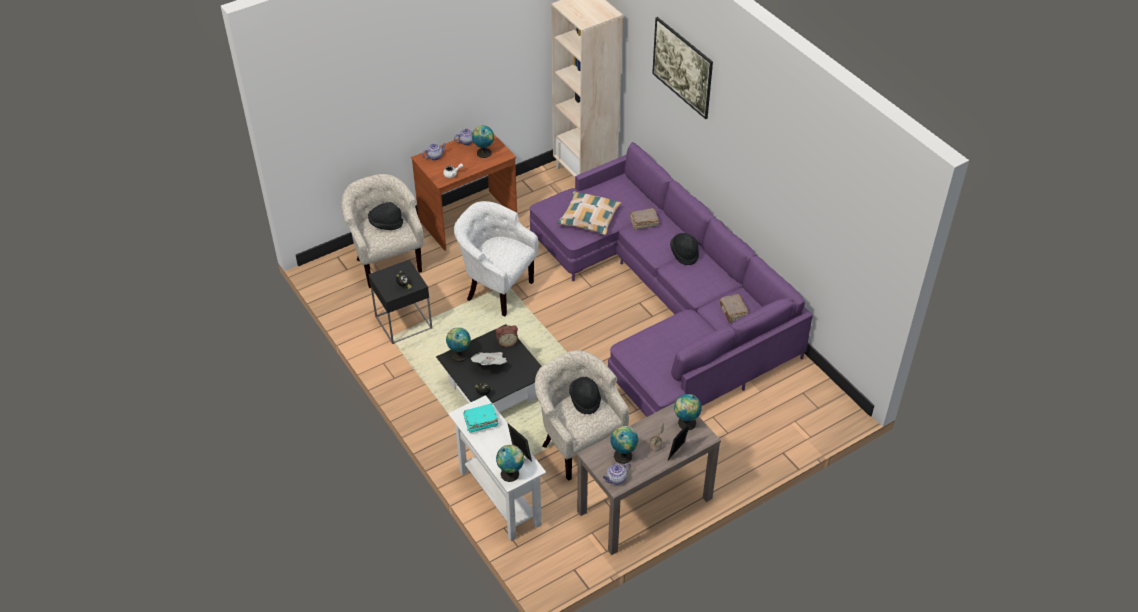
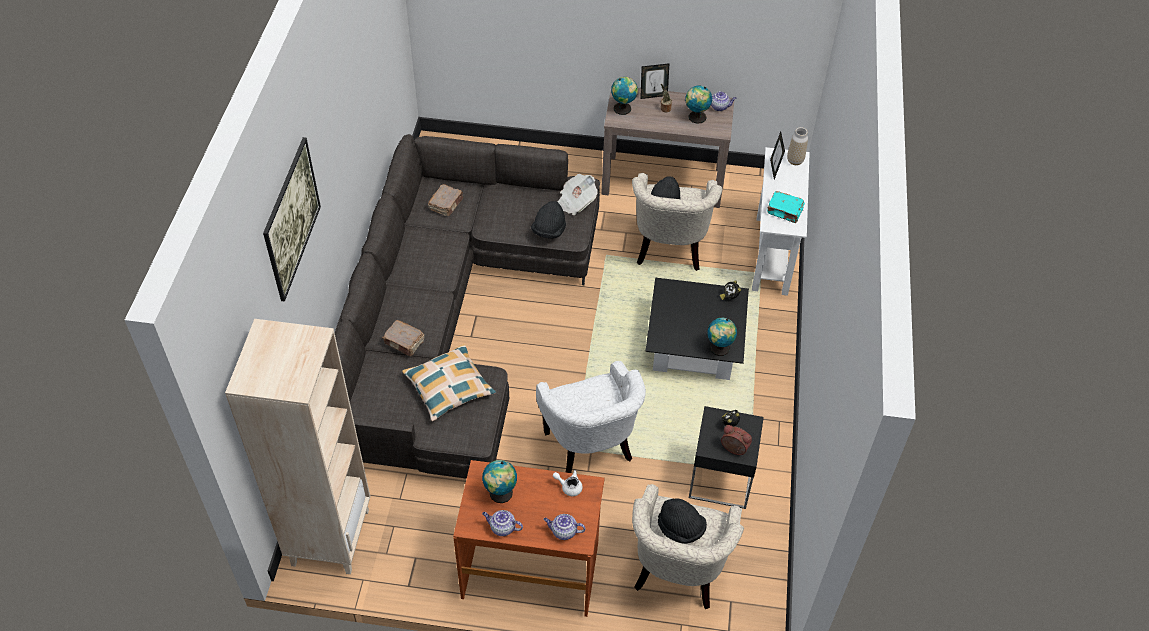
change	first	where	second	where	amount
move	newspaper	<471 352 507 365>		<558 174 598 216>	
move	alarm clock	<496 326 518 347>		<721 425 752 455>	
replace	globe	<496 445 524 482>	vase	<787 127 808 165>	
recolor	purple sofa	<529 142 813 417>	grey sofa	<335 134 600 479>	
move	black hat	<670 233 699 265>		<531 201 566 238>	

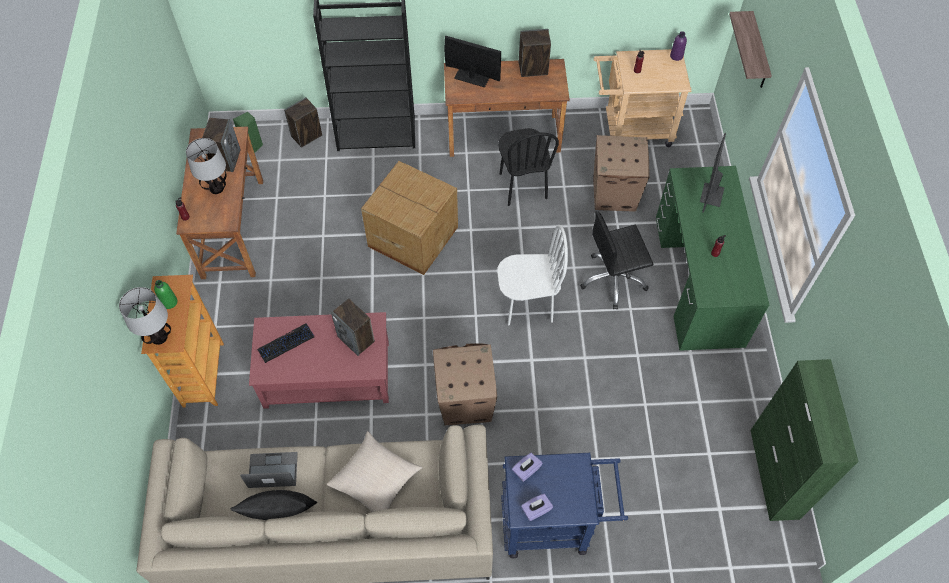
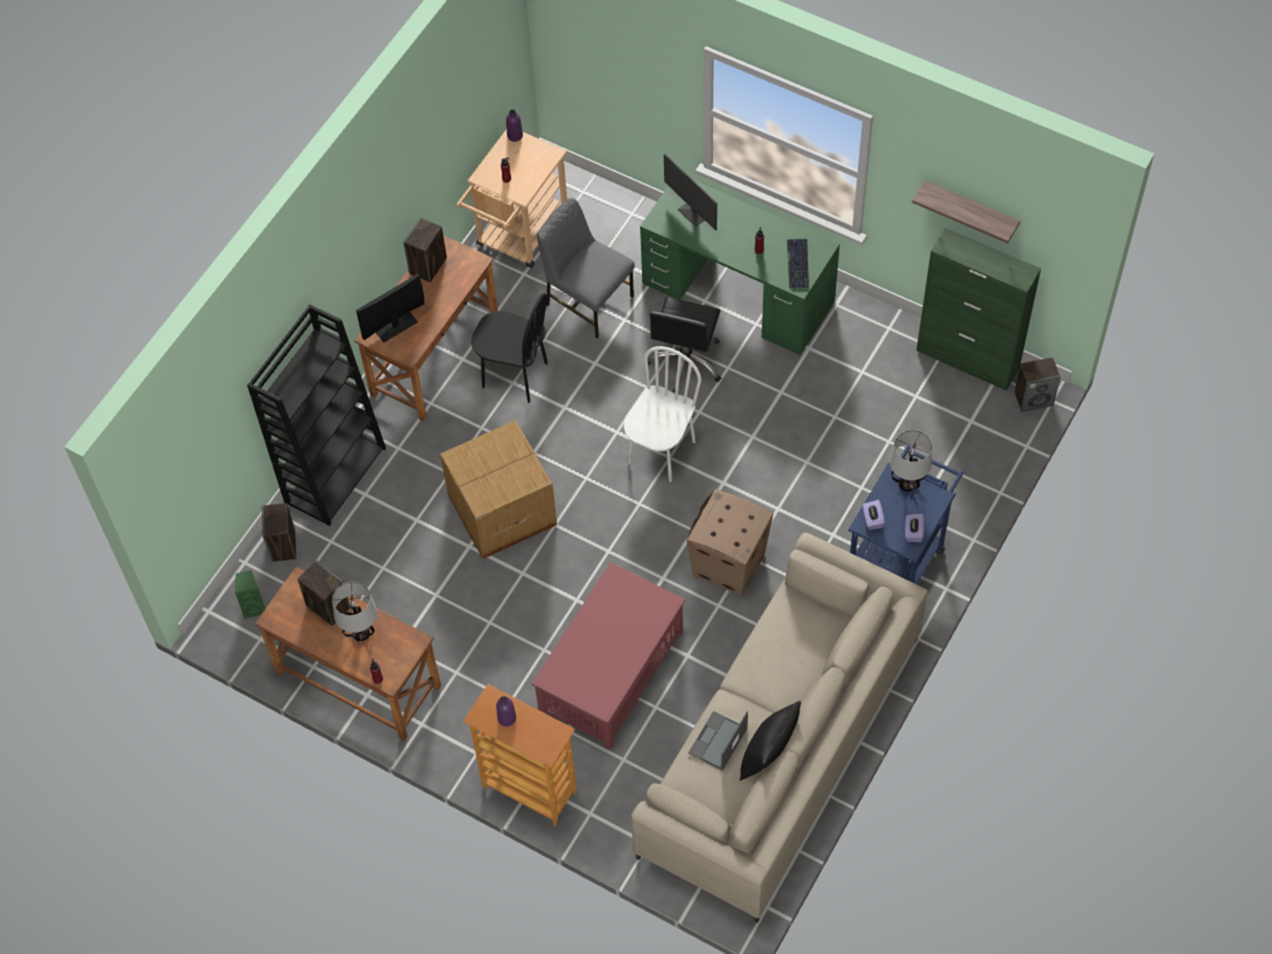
change	first	where	second	where	amount
move	table lamp	<119 287 171 345>		<890 430 932 491>	
recolor	green bottle	<154 280 177 309>	purple bottle	<496 696 516 726>	
move	keyboard	<257 323 314 363>		<787 239 809 288>	
delete	beige pillow	<326 431 423 512>			
move	speaker	<331 299 375 356>		<1015 357 1061 412>	
replace	cardboard box	<593 135 650 212>	grey chair	<537 198 635 339>	
move	shelf	<729 11 772 88>		<912 180 1020 243>	

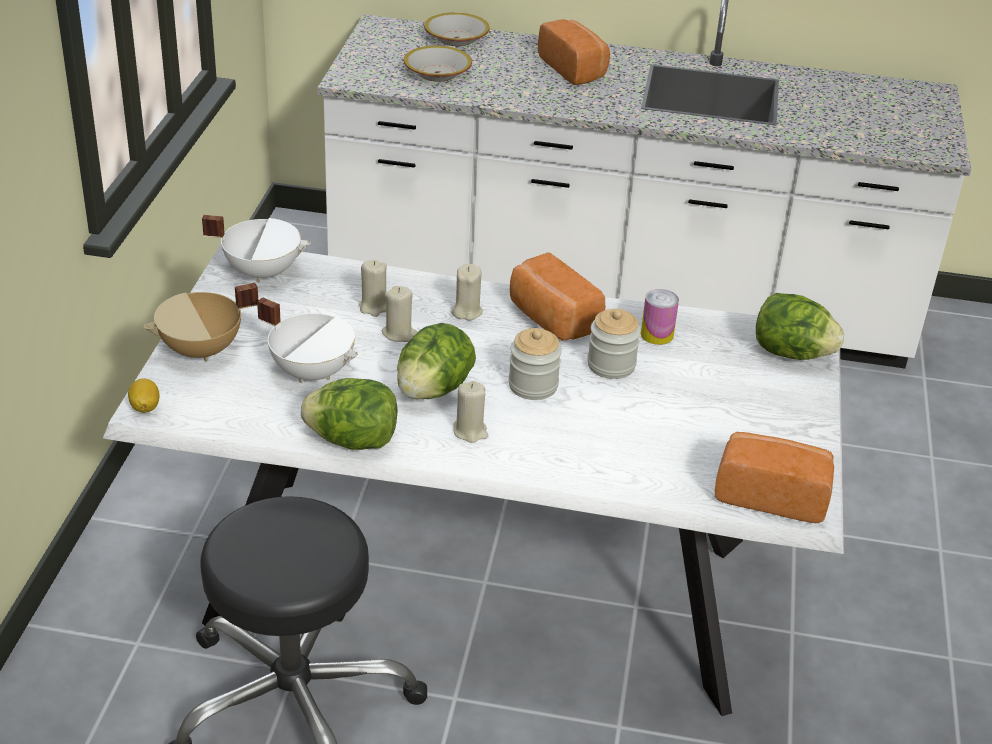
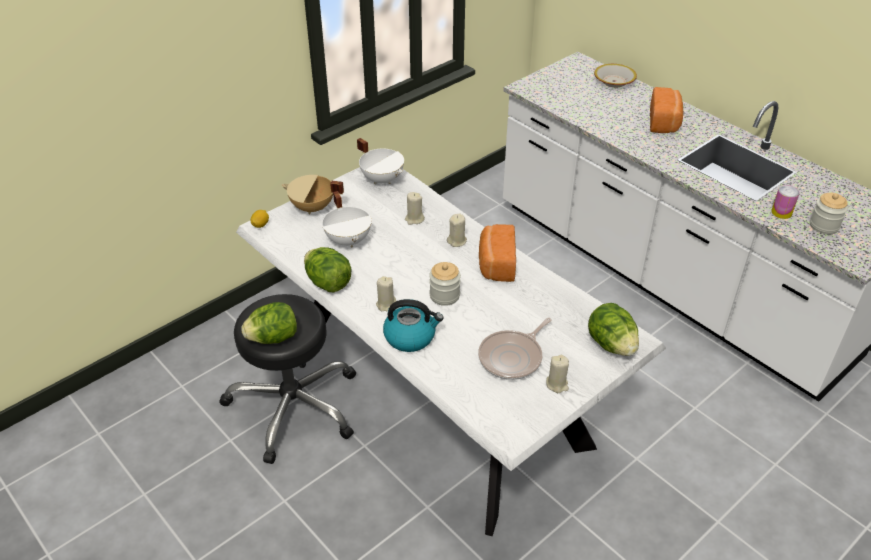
change	first	where	second	where	amount
move	beige candle	<382 286 417 342>		<546 355 569 393>	
move	lettuce	<397 323 476 399>		<241 302 297 344>	
delete	bowl	<404 46 472 82>			
move	jar	<587 309 641 379>		<810 193 848 235>	
move	can	<641 289 679 345>		<771 185 799 219>	
delete	bread	<715 432 834 523>			
insert			kettle	<383 299 443 352>	
insert			frying pan	<478 317 552 380>	

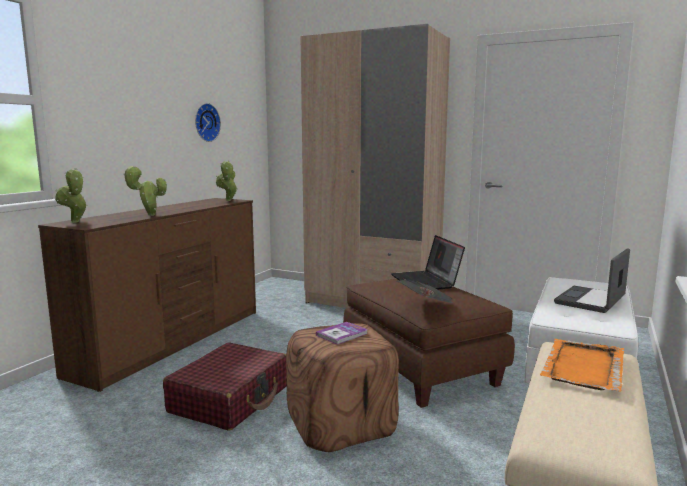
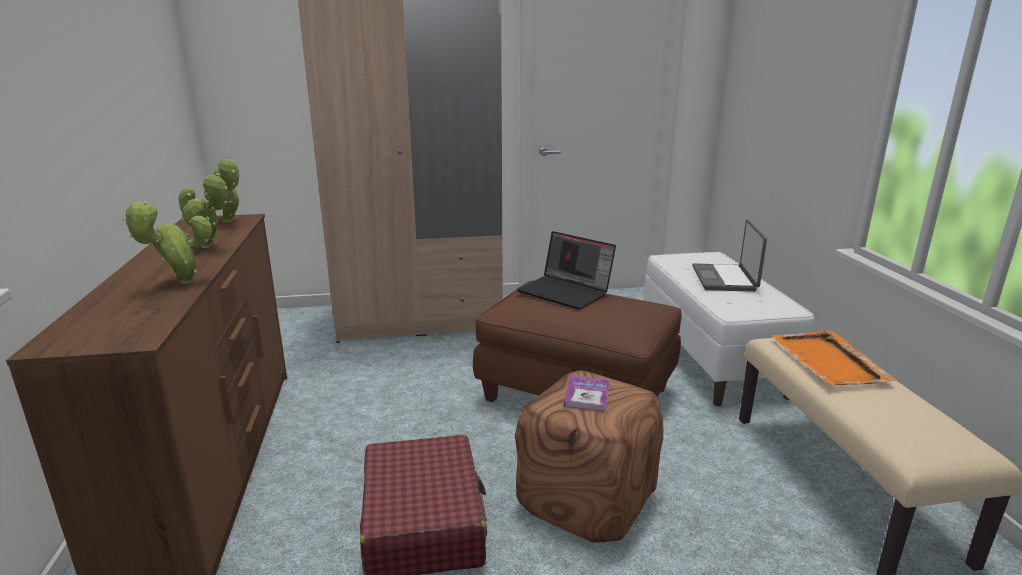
change	first	where	second	where	amount
move	potted plant	<55 168 88 223>		<179 173 228 248>	
delete	wall clock	<195 103 221 142>			
delete	newspaper	<396 280 454 303>			

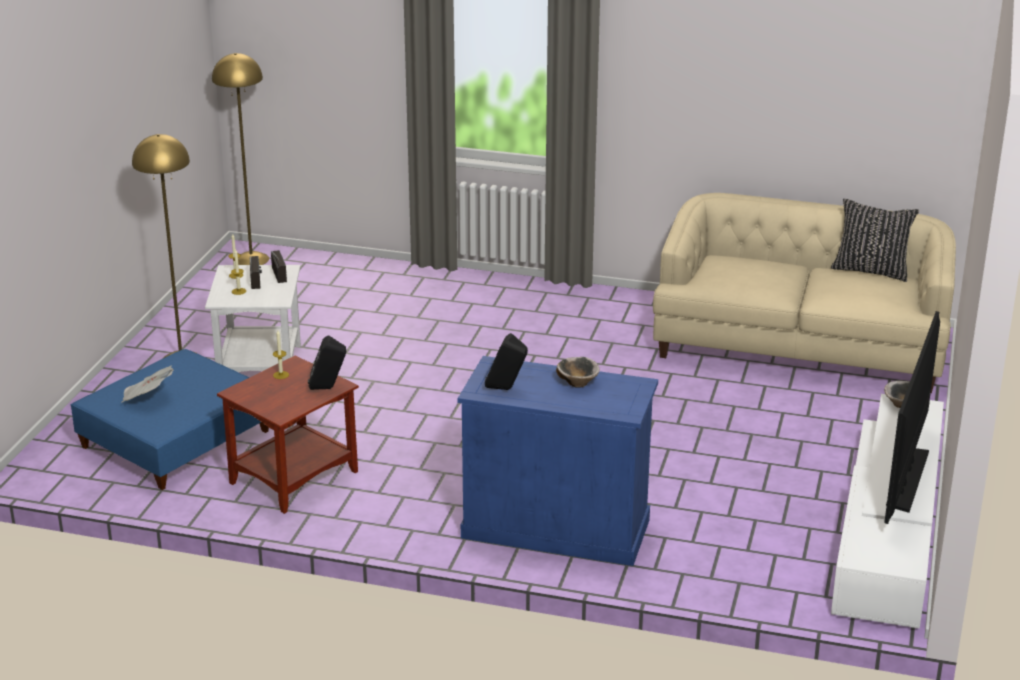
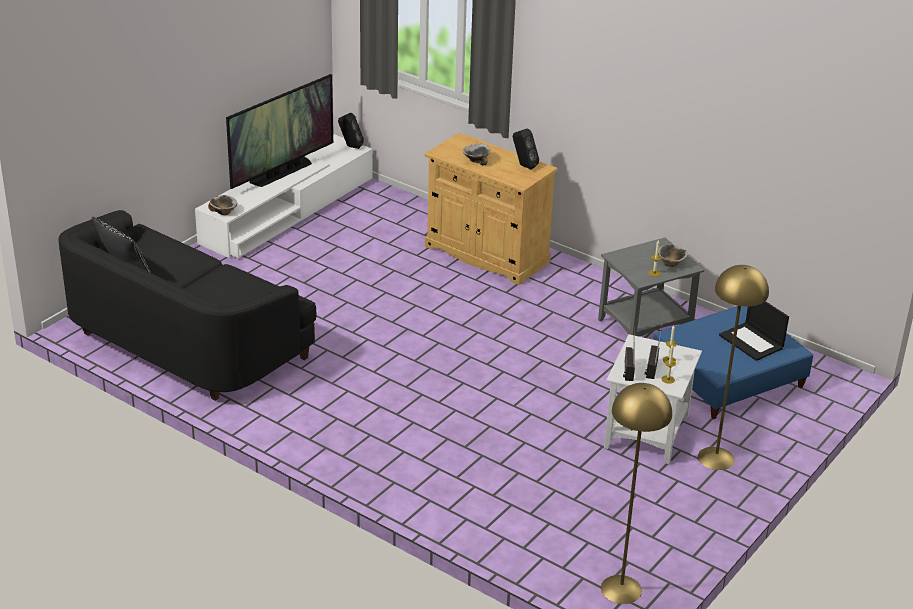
change	first	where	second	where	amount
replace	newspaper	<121 365 173 403>	laptop	<719 301 789 361>	
recolor	brown side table	<217 356 359 514>	grey side table	<598 238 704 337>	
move	black speaker	<308 335 346 390>		<338 113 364 149>	
recolor	blue cabinet	<458 356 658 566>	beige cabinet	<424 133 558 285>	
recolor	beige sofa	<653 193 956 393>	black sofa	<59 210 317 401>	
insert			bowl	<658 245 687 267>	

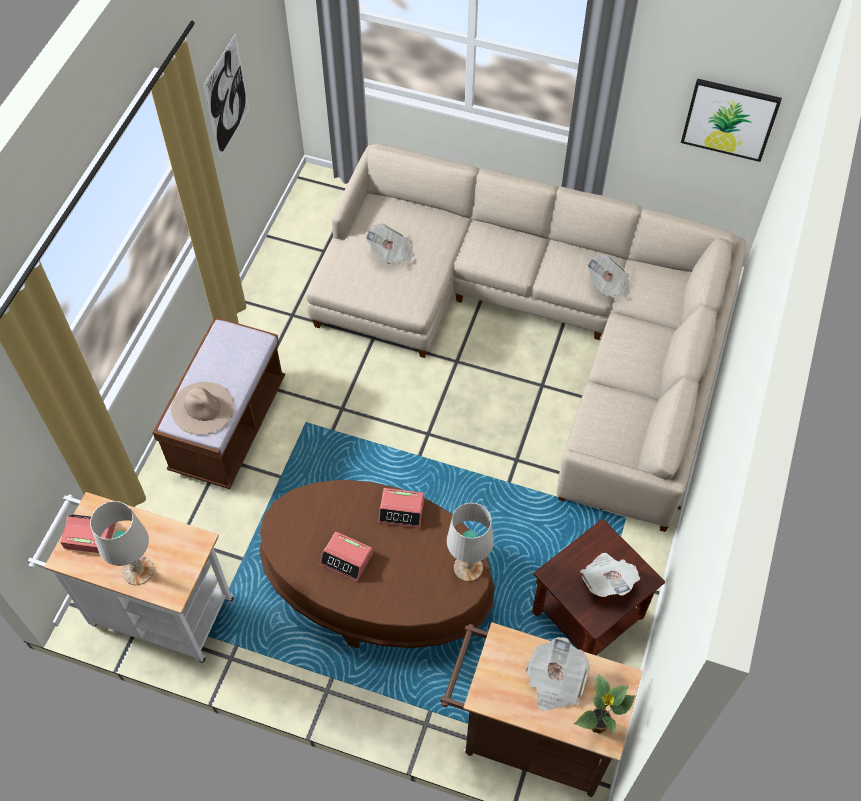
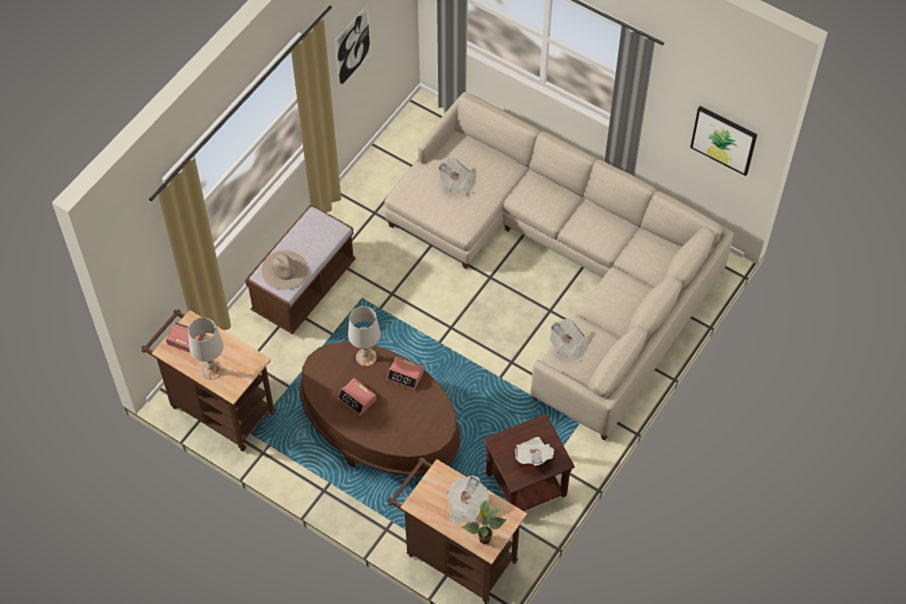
change	first	where	second	where	amount
recolor	white cart	<28 492 234 664>	brown cart	<141 309 276 451>	
move	white table lamp	<447 503 494 581>		<348 306 381 366>	
move	newspaper	<587 254 631 299>		<550 319 587 360>	

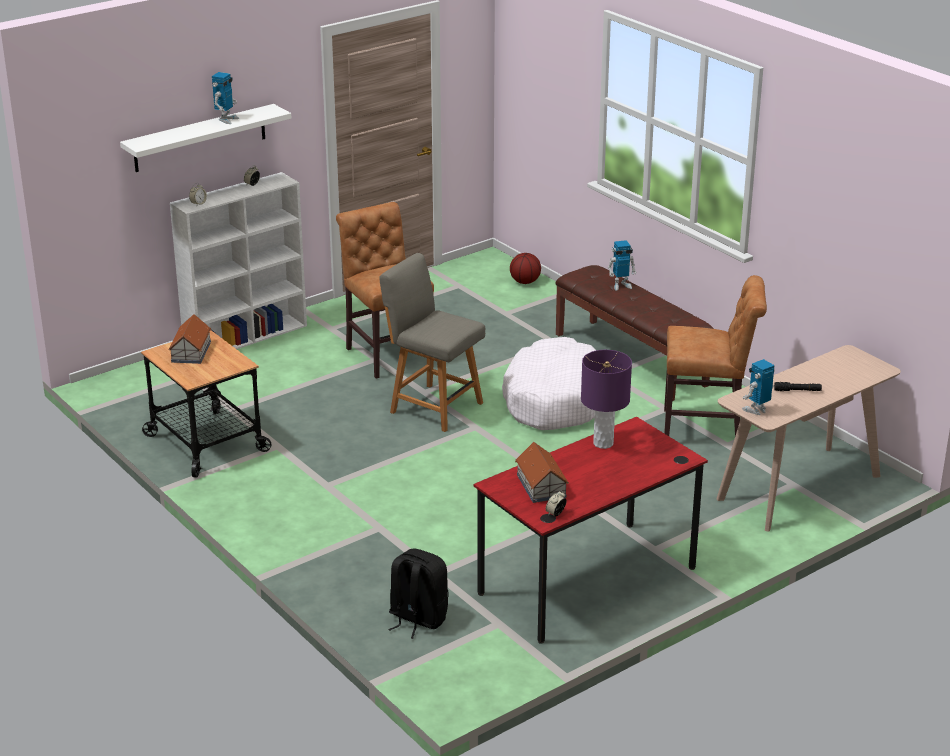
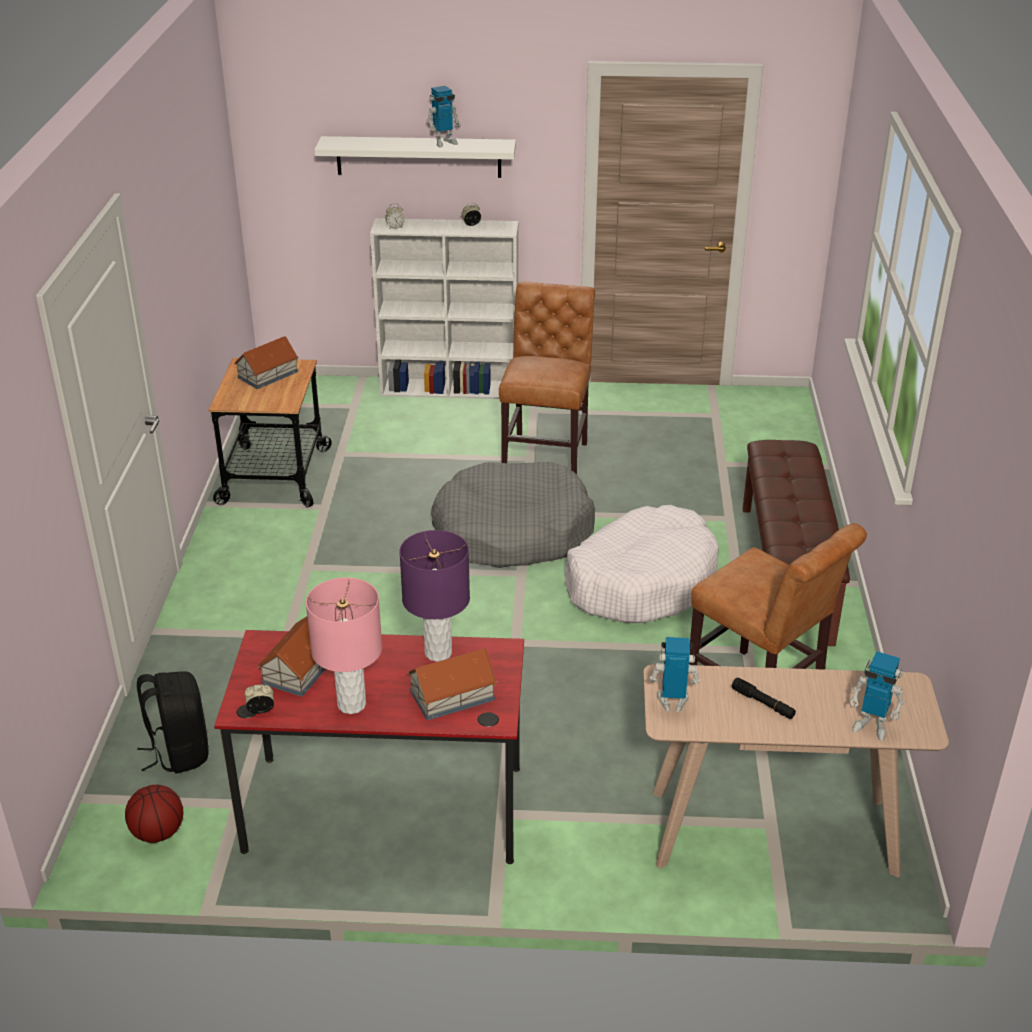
change	first	where	second	where	amount
replace	grey chair	<380 253 485 432>	grey dog bed	<431 462 595 568>	
move	basketball	<510 253 541 284>		<125 785 183 843>	
move	toy robot	<608 240 636 291>		<849 651 904 741>	
insert			pink table lamp	<306 577 382 714>	
insert			toy house	<407 648 498 720>	

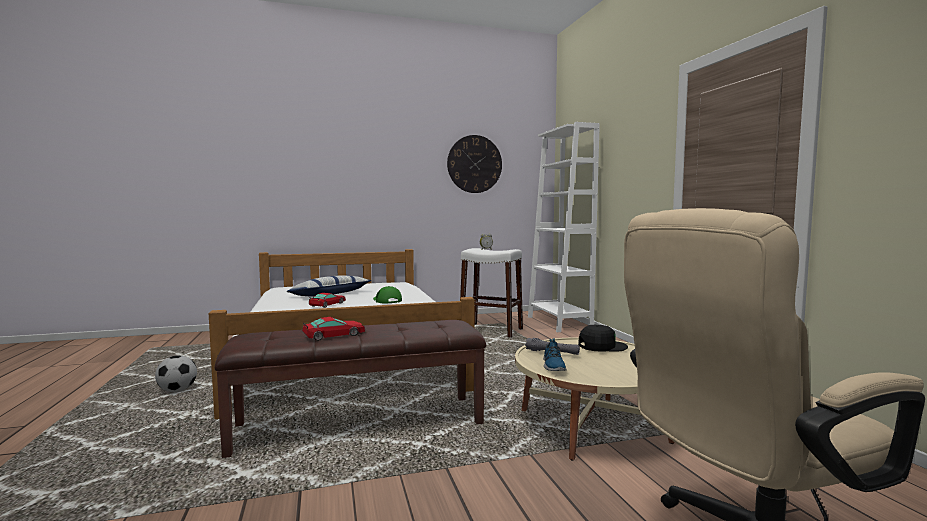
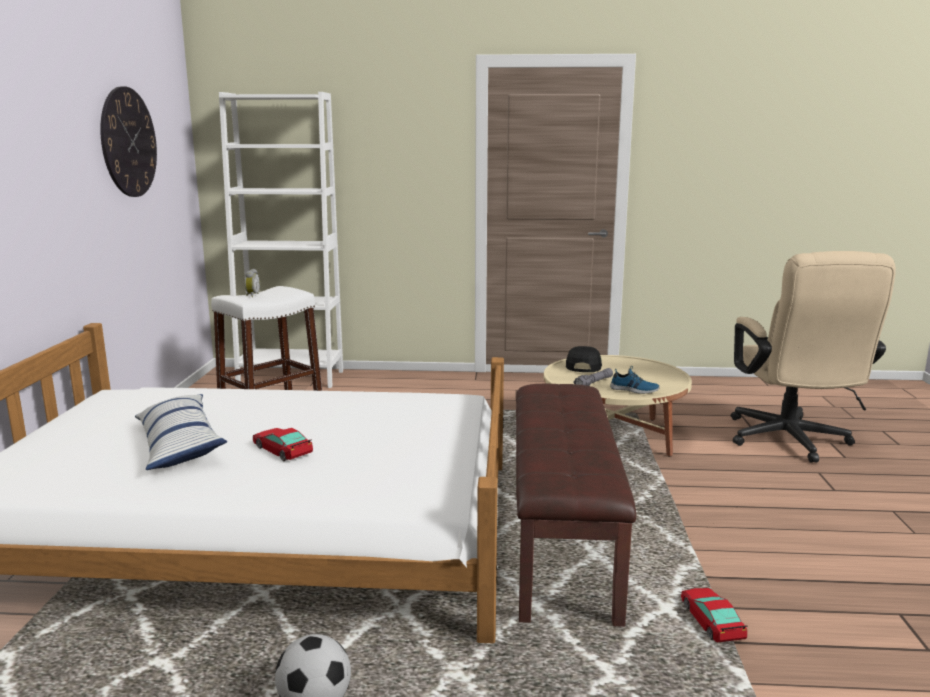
change	first	where	second	where	amount
move	toy car	<302 317 365 341>		<681 588 748 643>	
delete	green cap	<373 286 402 304>			

